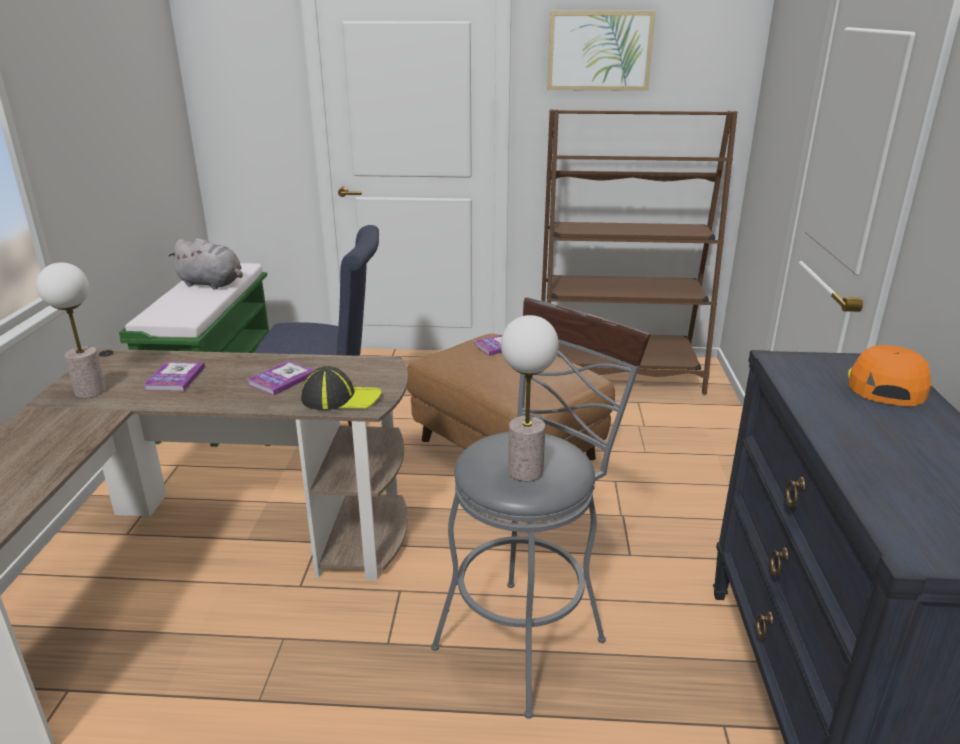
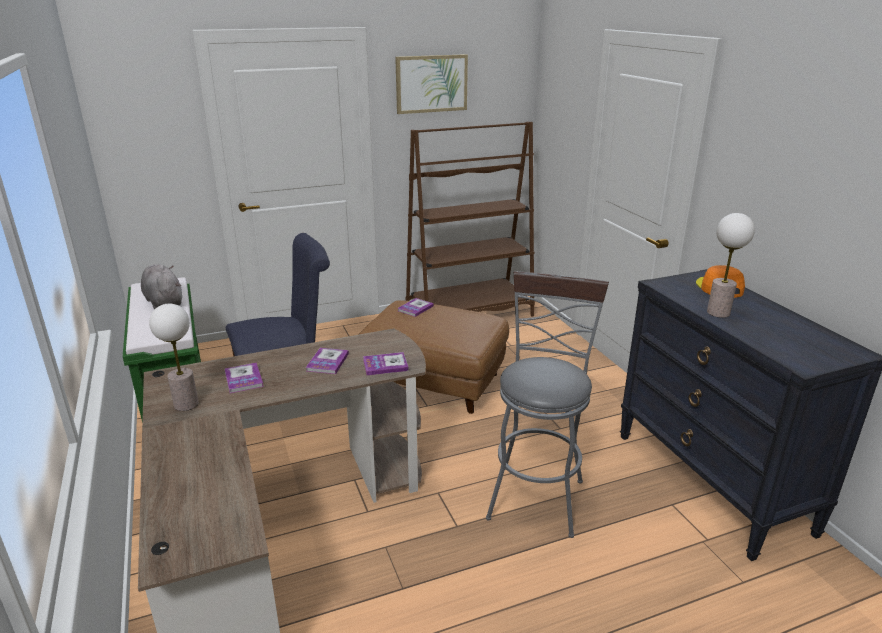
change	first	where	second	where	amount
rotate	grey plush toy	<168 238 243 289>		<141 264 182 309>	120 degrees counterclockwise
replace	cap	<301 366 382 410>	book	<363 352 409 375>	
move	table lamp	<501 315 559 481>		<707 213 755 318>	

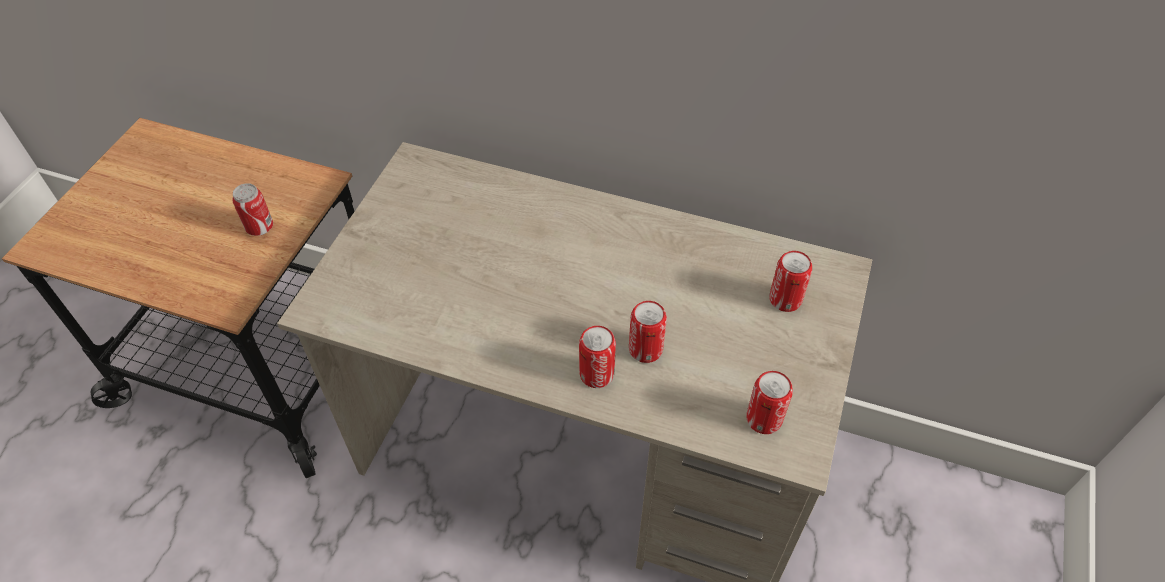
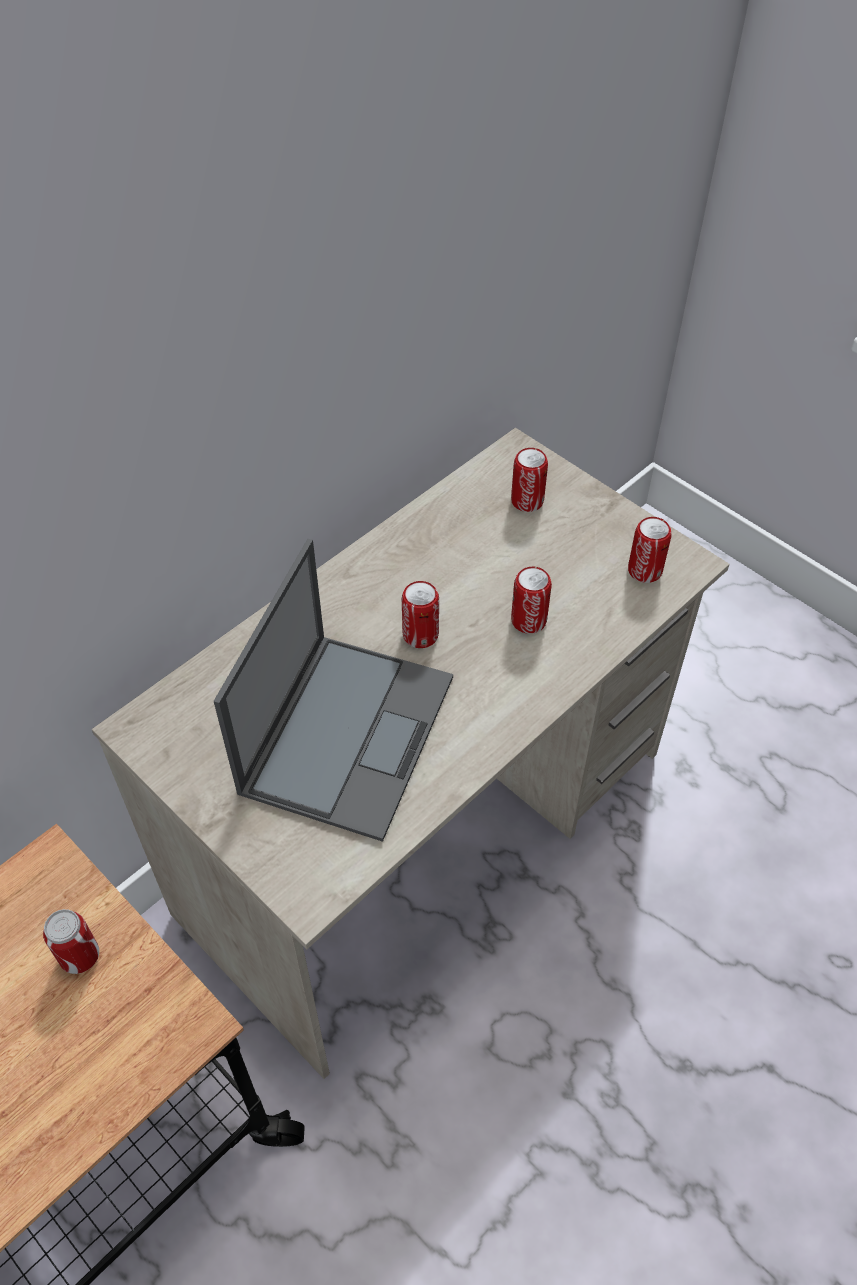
change	first	where	second	where	amount
move	can	<579 326 616 388>		<402 581 439 648>	
insert			laptop	<214 539 453 842>	

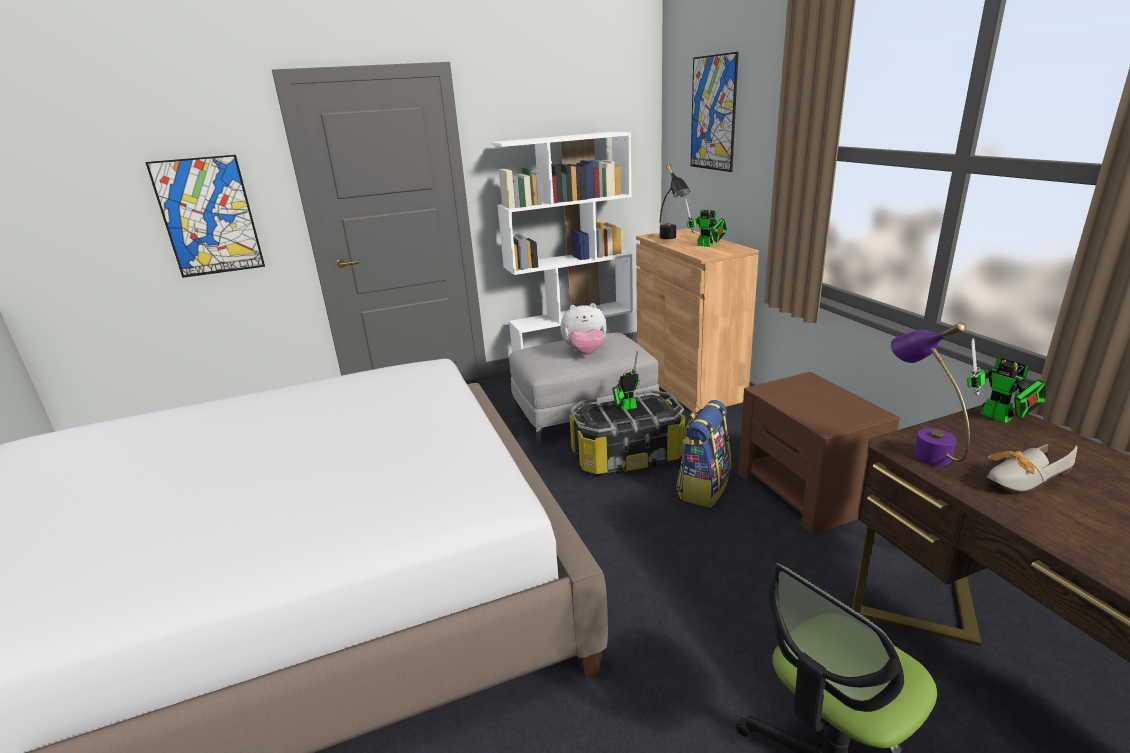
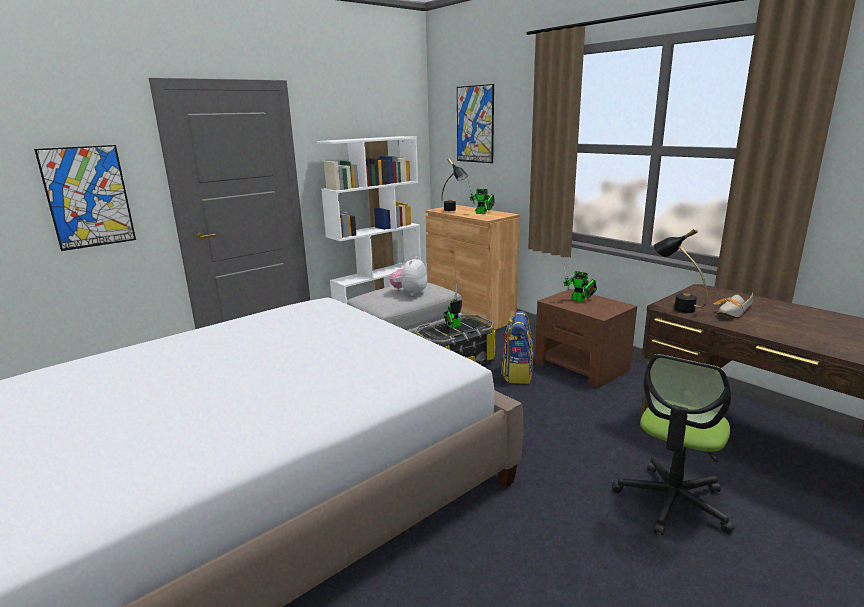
change	first	where	second	where	amount
rotate	plush toy	<560 303 607 355>		<389 256 427 296>	135 degrees clockwise
recolor	purple table lamp	<891 322 970 466>	black table lamp	<653 228 708 313>	
move	toy robot	<967 338 1046 423>		<563 262 597 302>	

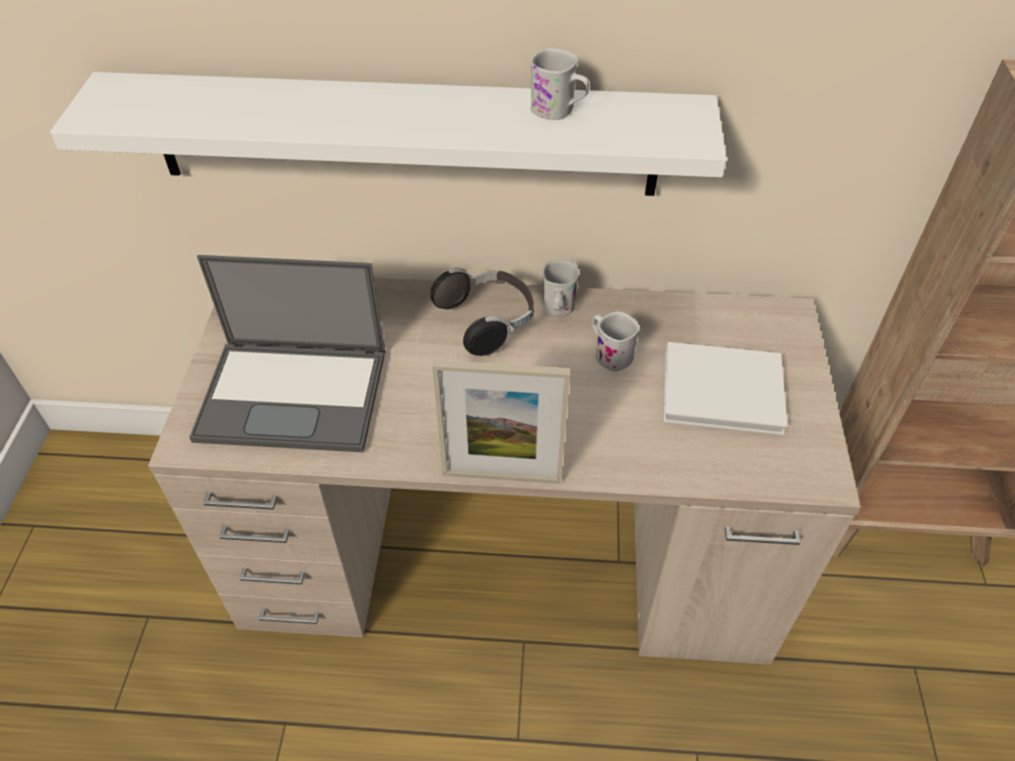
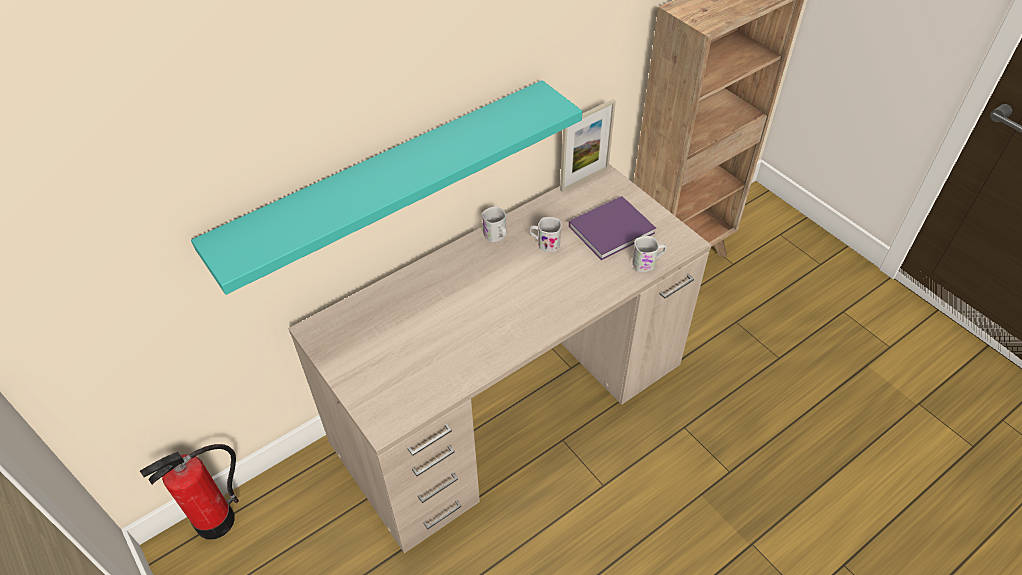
change	first	where	second	where	amount
recolor	white shelf	<50 72 727 196>	turquoise shelf	<191 80 582 295>	
delete	laptop	<189 255 385 452>			
delete	headphones	<430 268 534 356>			
move	picture frame	<432 360 570 484>		<560 99 616 192>	
move	white mug	<530 48 589 120>		<632 236 666 272>	
recolor	white book	<663 342 787 435>	purple book	<569 196 656 260>	
insert			fire extinguisher	<140 444 239 540>	

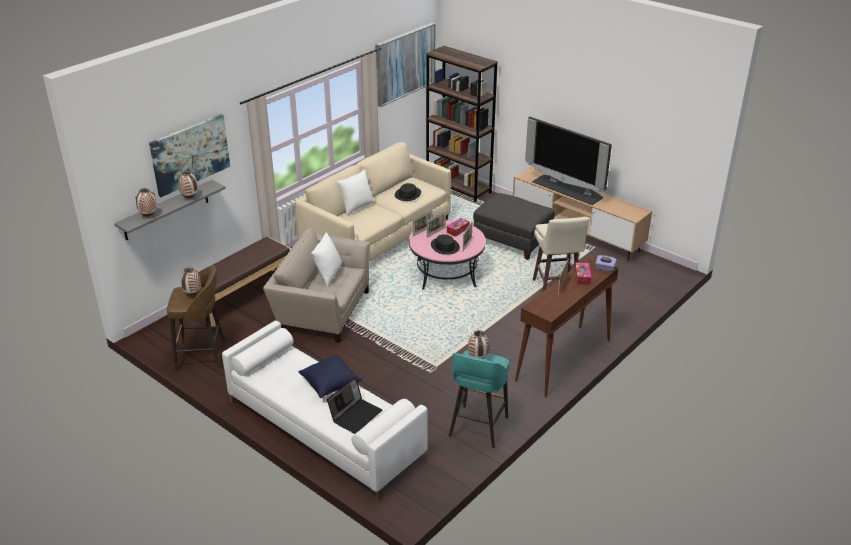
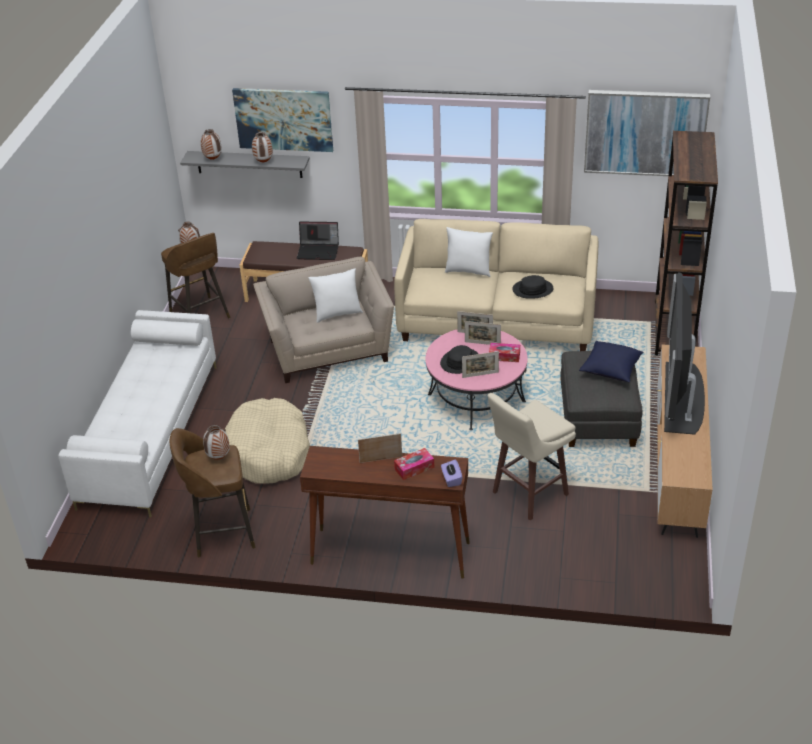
change	first	where	second	where	amount
move	blue pillow	<299 355 362 398>		<579 341 644 382>	
move	laptop	<327 377 382 434>		<297 222 339 260>	
recolor	turquoise stool	<449 350 509 448>	brown stool	<169 428 255 557>	
insert			beige dog bed	<225 398 310 484>	

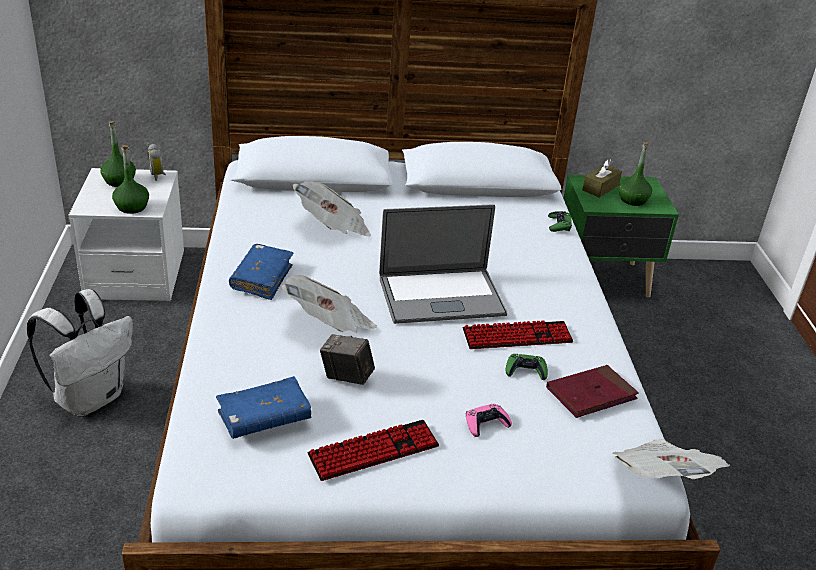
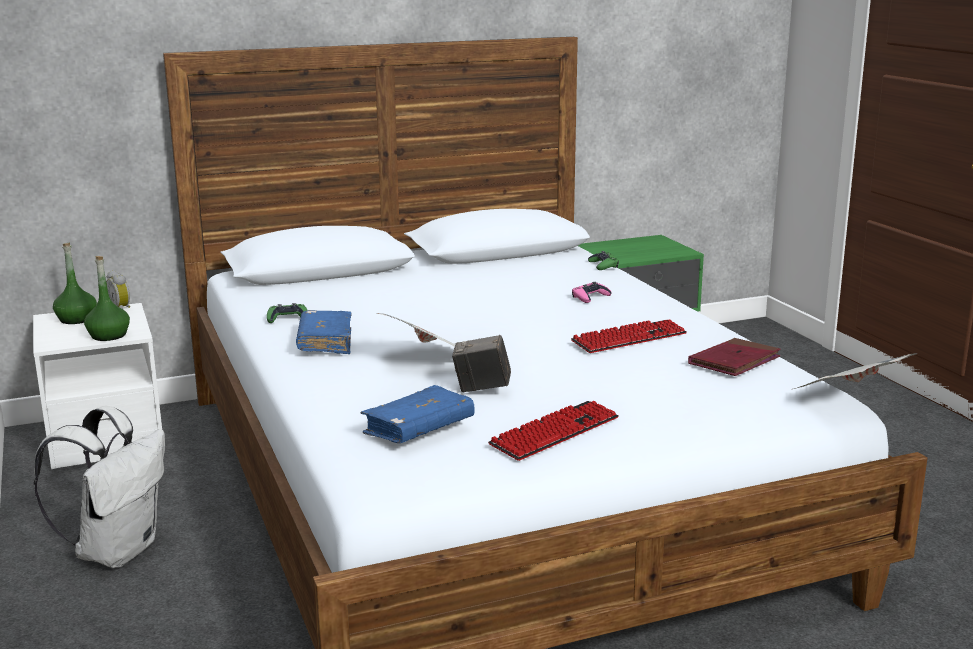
change	first	where	second	where	amount
delete	newspaper	<293 181 371 236>			
delete	laptop	<379 204 507 324>			
move	pink game controller	<466 404 512 437>		<572 282 612 303>	
move	green game controller	<506 354 548 380>		<267 303 307 323>	
delete	brown tissue box	<582 159 622 198>			
delete	green bottle	<619 142 652 206>			

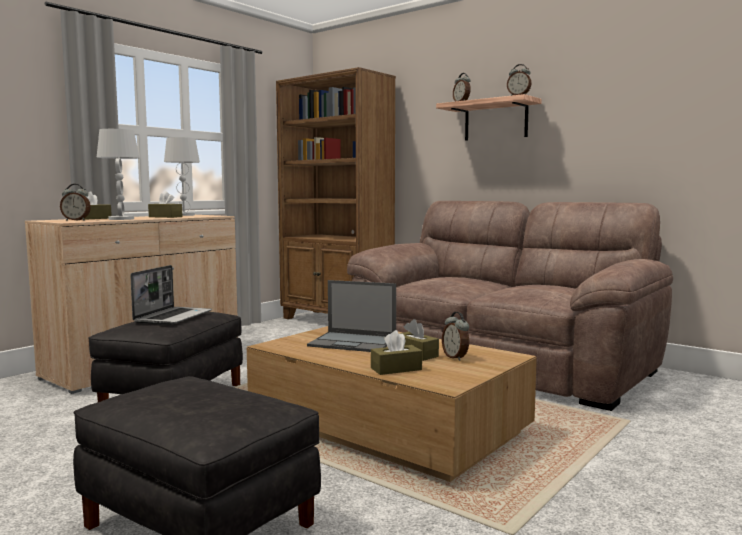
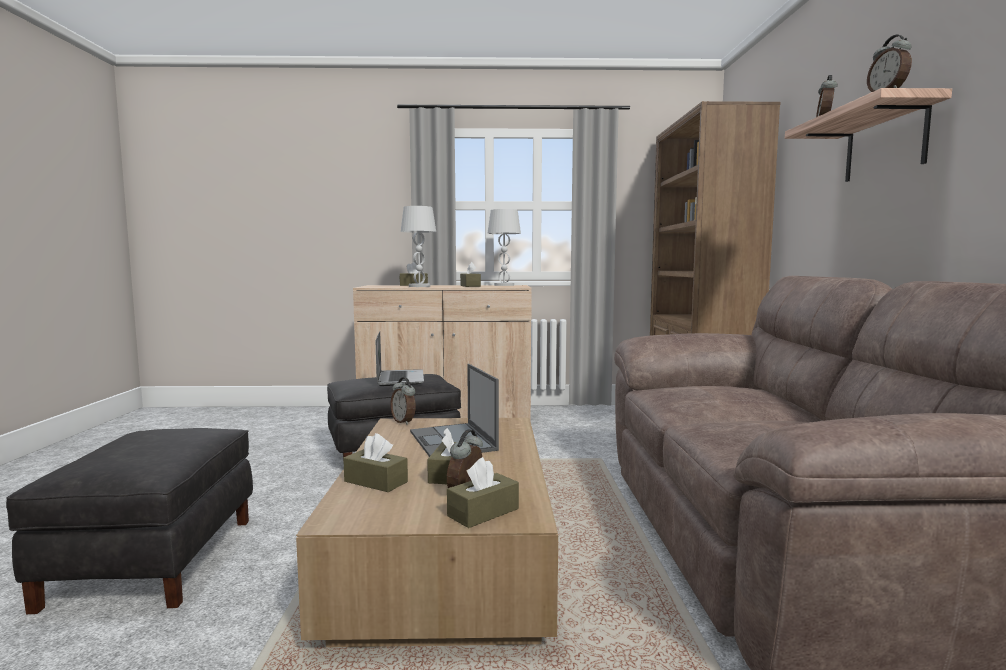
change	first	where	second	where	amount
move	alarm clock	<60 184 91 221>		<391 377 416 425>	
rotate	laptop	<130 265 212 325>		<376 332 424 386>	75 degrees counterclockwise
insert			brown tissue box	<447 457 519 528>	

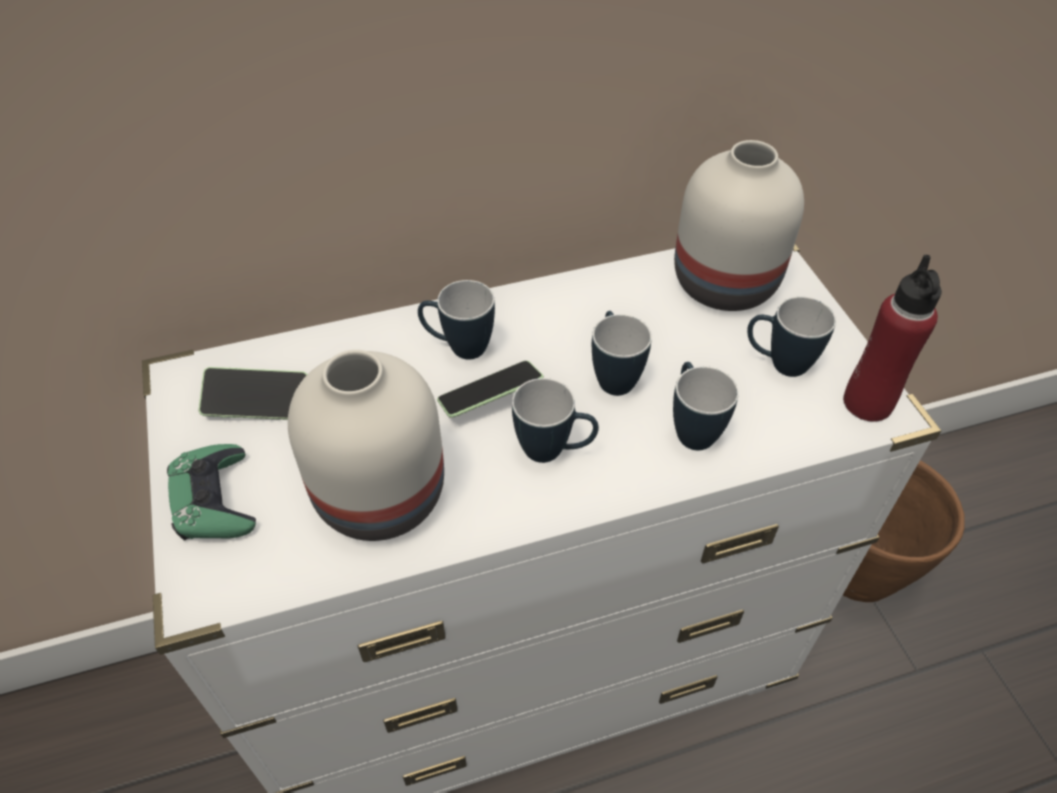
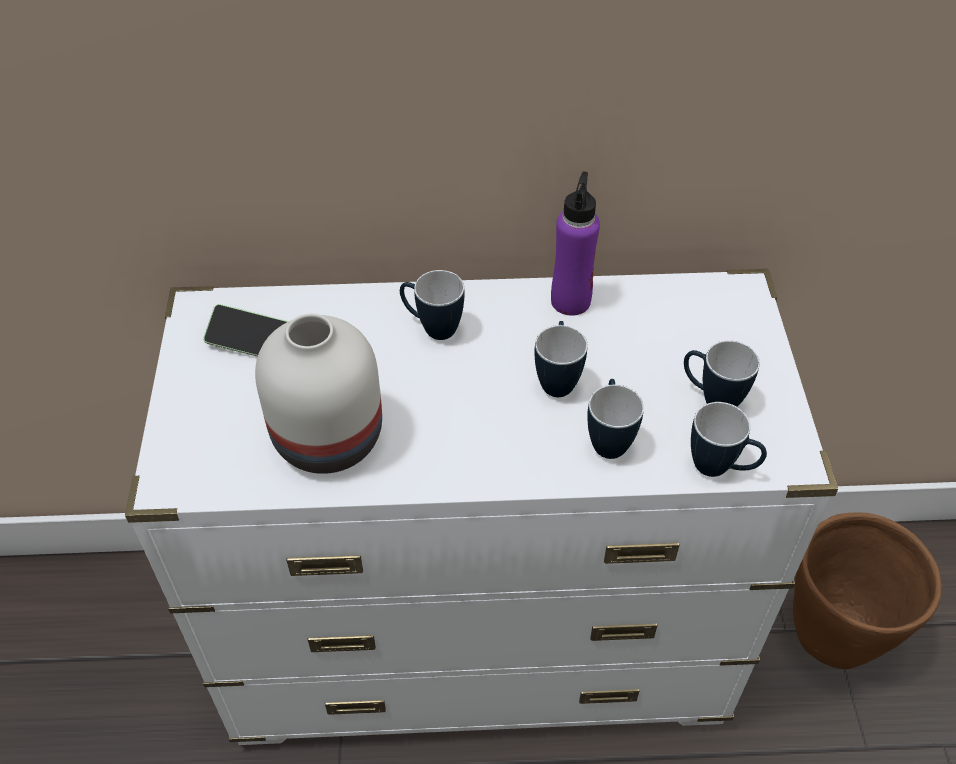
change	first	where	second	where	amount
delete	green game controller	<167 444 256 540>			
delete	phone	<437 361 544 418>			
move	mug	<512 378 599 463>		<691 402 767 477>	
delete	white vase	<674 140 804 311>			
delete	red bottle	<843 255 942 422>			
insert			purple bottle	<551 171 600 316>	

